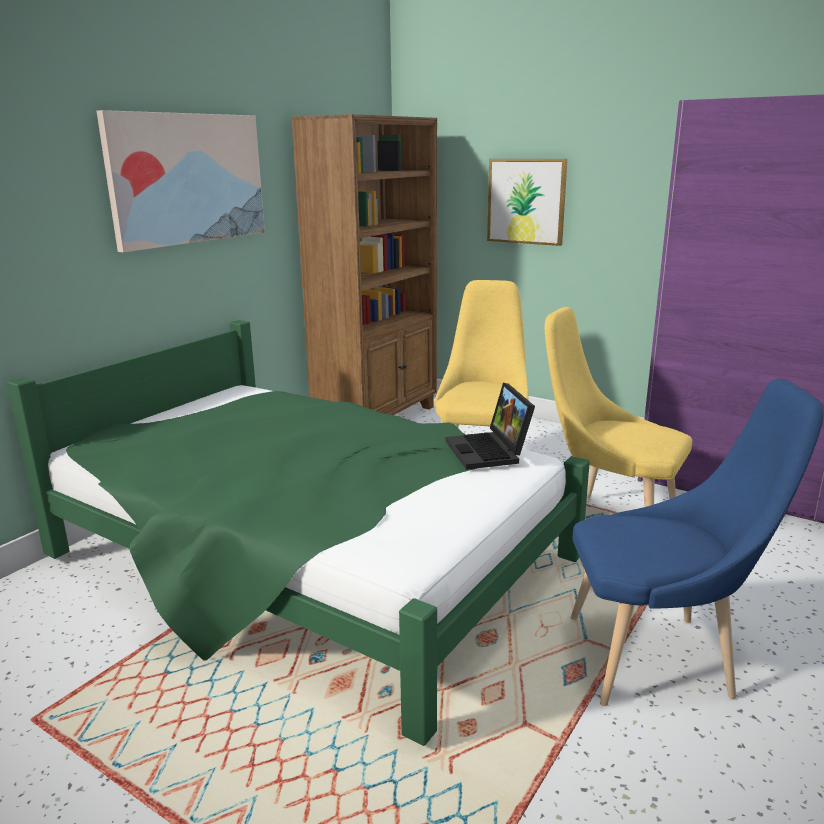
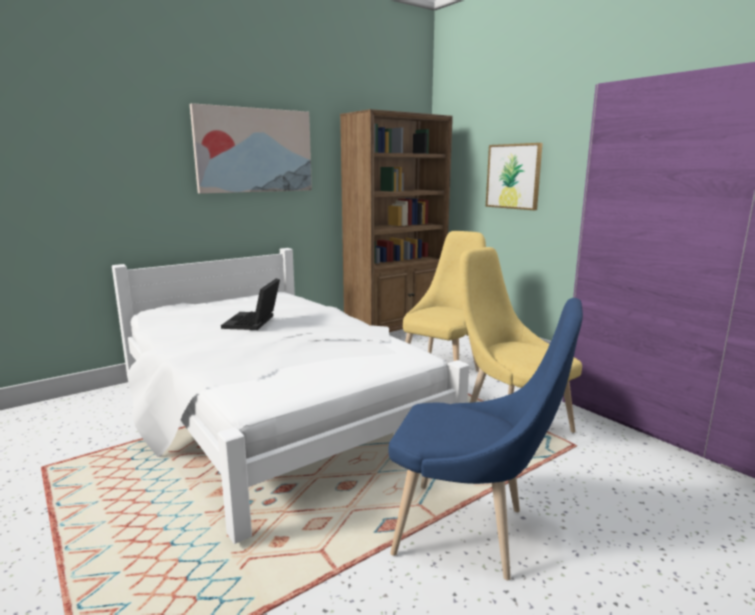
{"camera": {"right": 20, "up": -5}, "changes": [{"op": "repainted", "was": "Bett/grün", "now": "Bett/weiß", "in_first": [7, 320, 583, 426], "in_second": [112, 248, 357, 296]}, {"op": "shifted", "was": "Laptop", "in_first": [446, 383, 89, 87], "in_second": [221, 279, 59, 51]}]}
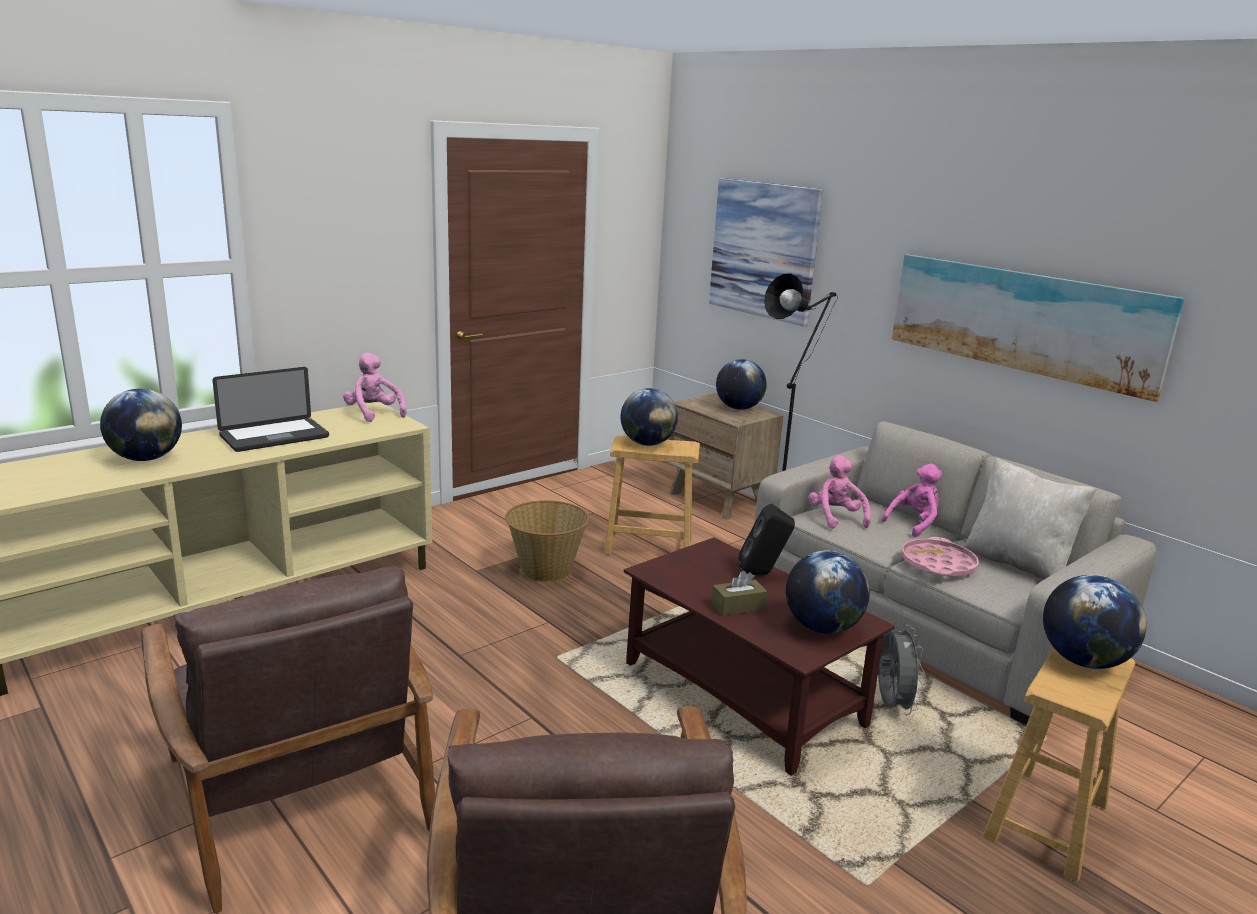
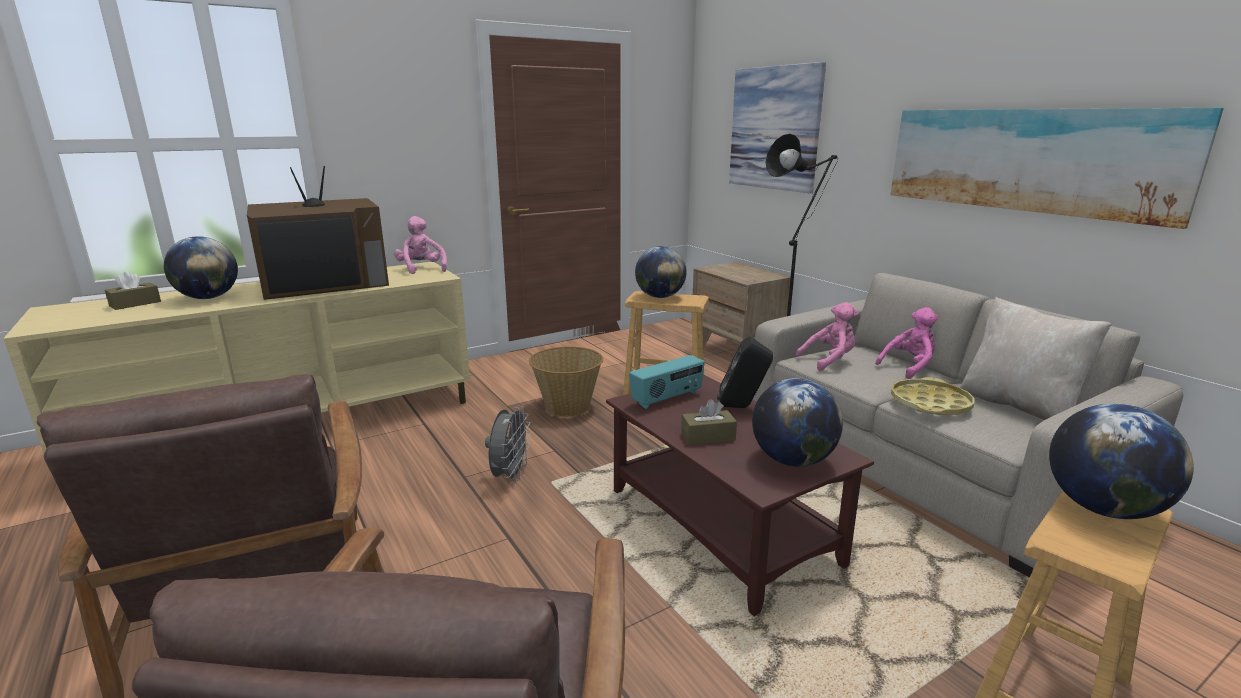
{"camera": {"right": 10, "up": 0}, "changes": [{"op": "new", "now": "Taschentuchbox/braun", "in_second": [105, 271, 56, 39]}, {"op": "swapped", "was": "Laptop", "now": "Fernseher", "in_first": [212, 367, 117, 85], "in_second": [247, 166, 142, 134]}, {"op": "shifted", "was": "Ventilator/grau", "in_first": [878, 625, 47, 90], "in_second": [485, 406, 46, 77]}, {"op": "new", "now": "Radio", "in_second": [629, 355, 76, 54]}, {"op": "rotated", "was": "Plüschtier/rosa", "in_first": [808, 455, 63, 74], "in_second": [796, 302, 62, 69], "clockwise": 75}, {"op": "repainted", "was": "Tablett/rosa", "now": "Tablett/gelb", "in_first": [901, 537, 78, 40], "in_second": [891, 377, 84, 38]}, {"op": "gone", "was": "Globus", "in_first": [716, 359, 51, 51]}]}
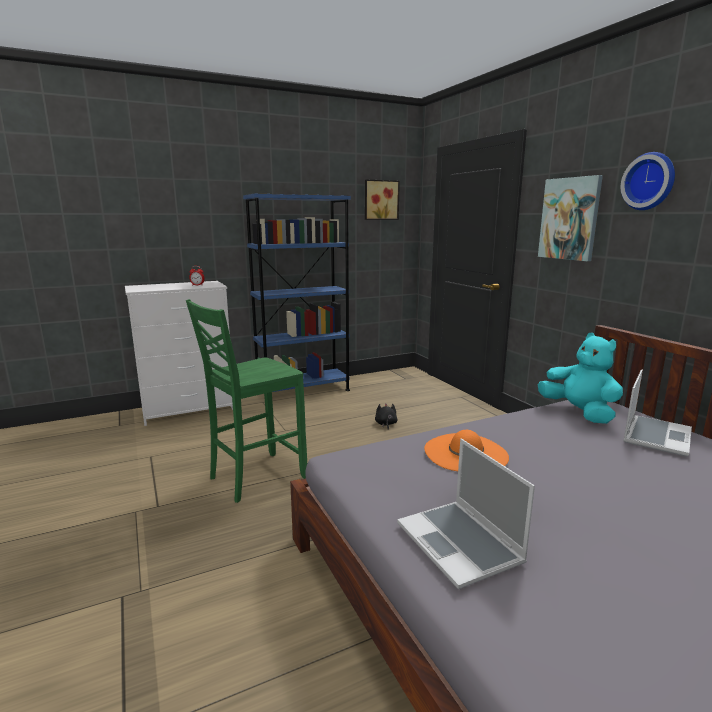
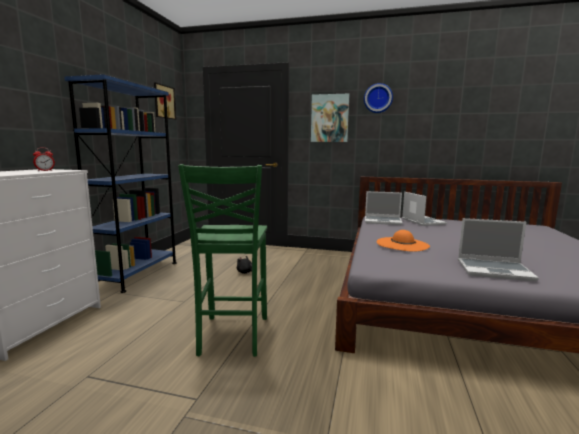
{"camera": {"right": -50, "up": -5}, "changes": [{"op": "swapped", "was": "Plüschtier/türkis", "now": "Laptop", "in_first": [538, 333, 85, 91], "in_second": [365, 191, 38, 34]}]}
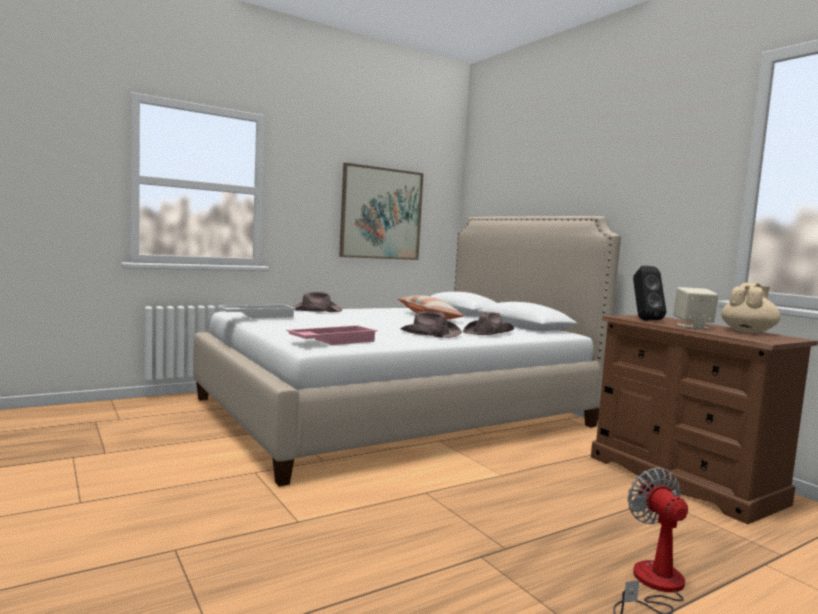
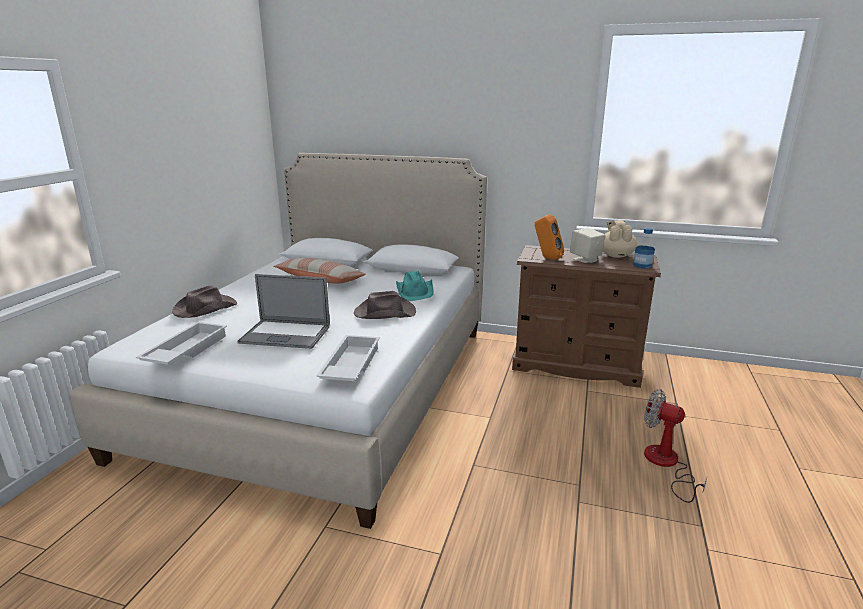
{"camera": {"right": -40, "up": 15}, "changes": [{"op": "new", "now": "Laptop", "in_second": [237, 274, 93, 75]}, {"op": "repainted", "was": "Tablett/rosa", "now": "Tablett/weiß", "in_first": [286, 325, 92, 20], "in_second": [316, 335, 64, 46]}, {"op": "repainted", "was": "Hut/braun", "now": "Hut/türkis", "in_first": [463, 312, 51, 23], "in_second": [396, 271, 38, 30]}, {"op": "repainted", "was": "Lautsprecher/schwarz", "now": "Lautsprecher/orange", "in_first": [633, 266, 33, 54], "in_second": [535, 214, 29, 46]}, {"op": "new", "now": "Flasche", "in_second": [633, 228, 22, 41]}, {"op": "gone", "was": "Bild", "in_first": [339, 163, 85, 97]}]}
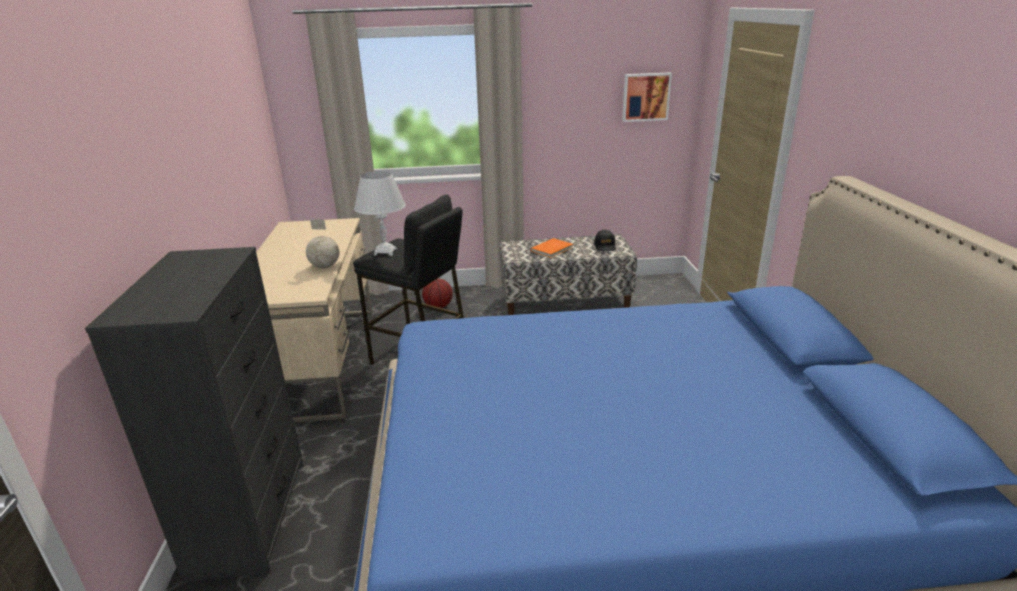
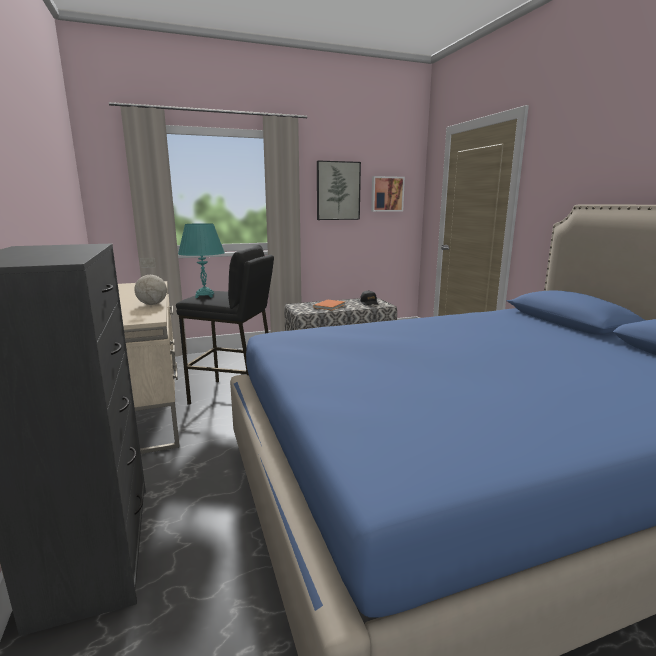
{"camera": {"right": -15, "up": -10}, "changes": [{"op": "repainted", "was": "Tischlampe/weiß", "now": "Tischlampe/türkis", "in_first": [354, 171, 52, 85], "in_second": [178, 223, 47, 75]}, {"op": "new", "now": "Bild", "in_second": [317, 160, 44, 60]}, {"op": "gone", "was": "Basketball", "in_first": [422, 278, 31, 30]}]}
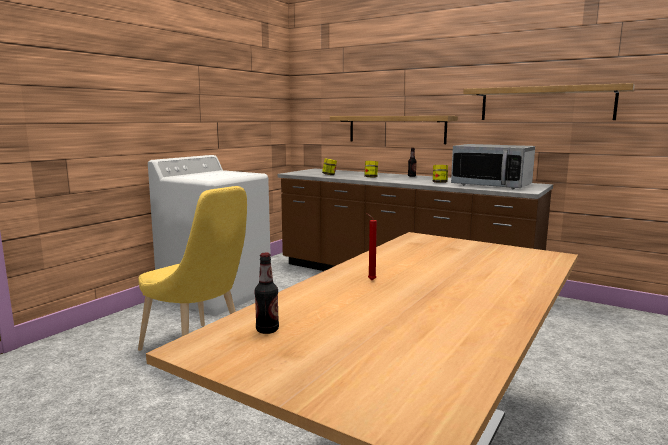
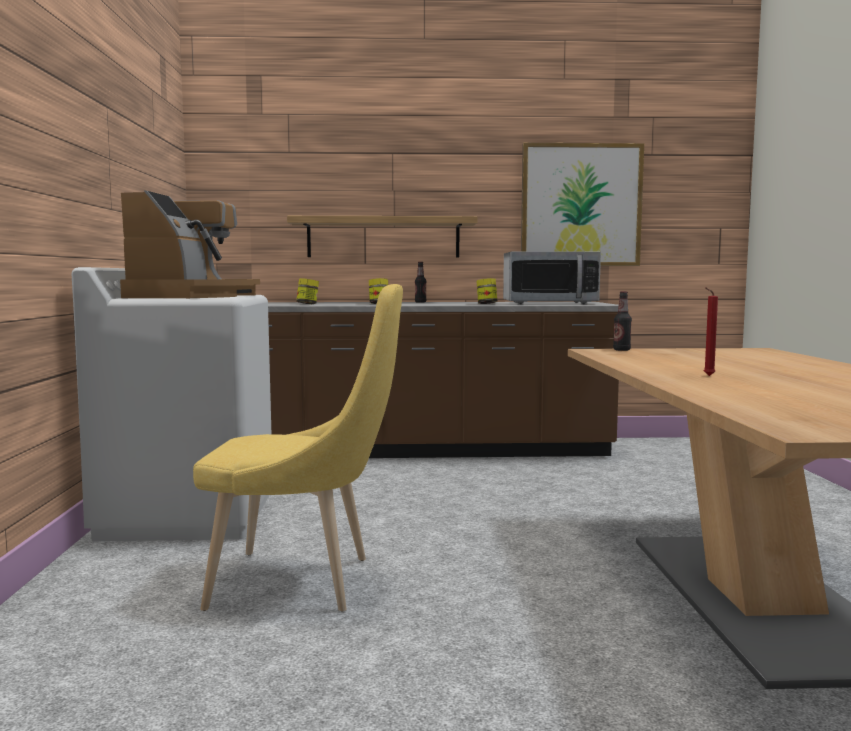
{"camera": {"right": -35, "up": -5}, "changes": [{"op": "new", "now": "Kaffeemaschine", "in_second": [120, 191, 140, 107]}, {"op": "swapped", "was": "Wandregal", "now": "Bild", "in_first": [463, 83, 172, 37], "in_second": [521, 143, 123, 123]}, {"op": "shifted", "was": "Flasche", "in_first": [254, 253, 25, 81], "in_second": [613, 291, 19, 60]}]}
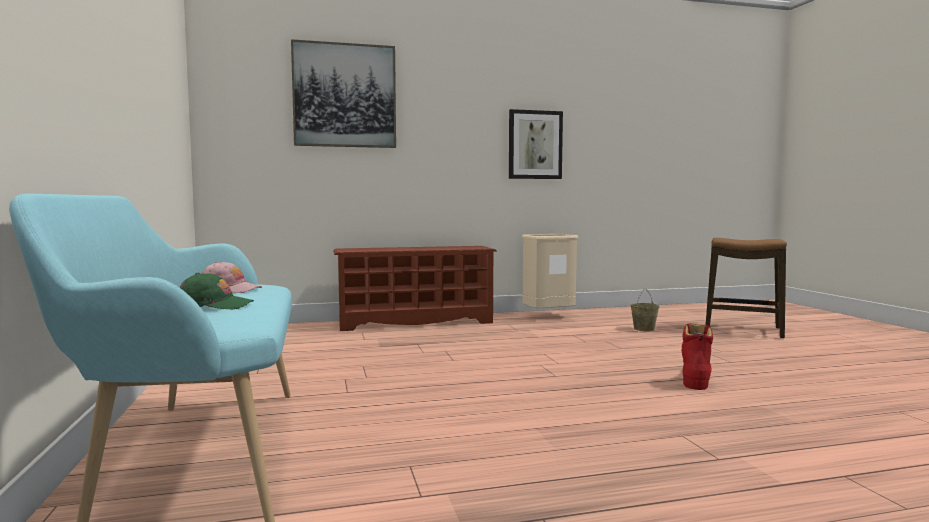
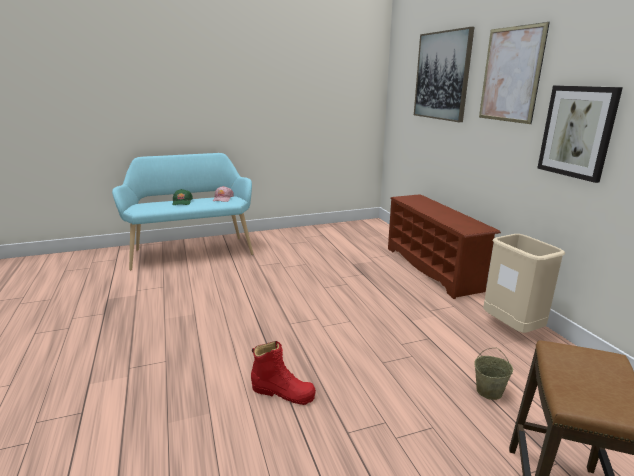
{"camera": {"right": 85, "up": 15}, "changes": [{"op": "new", "now": "Bild", "in_second": [479, 22, 71, 102]}]}
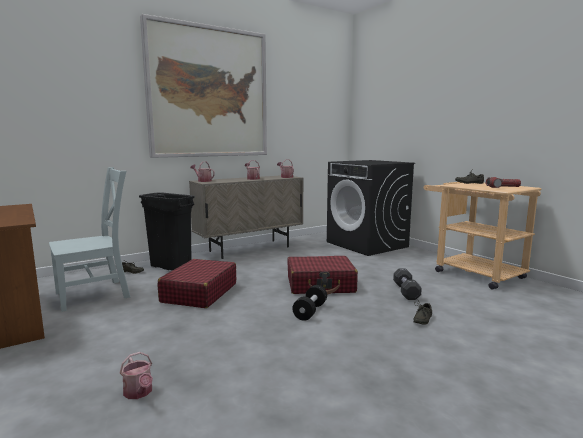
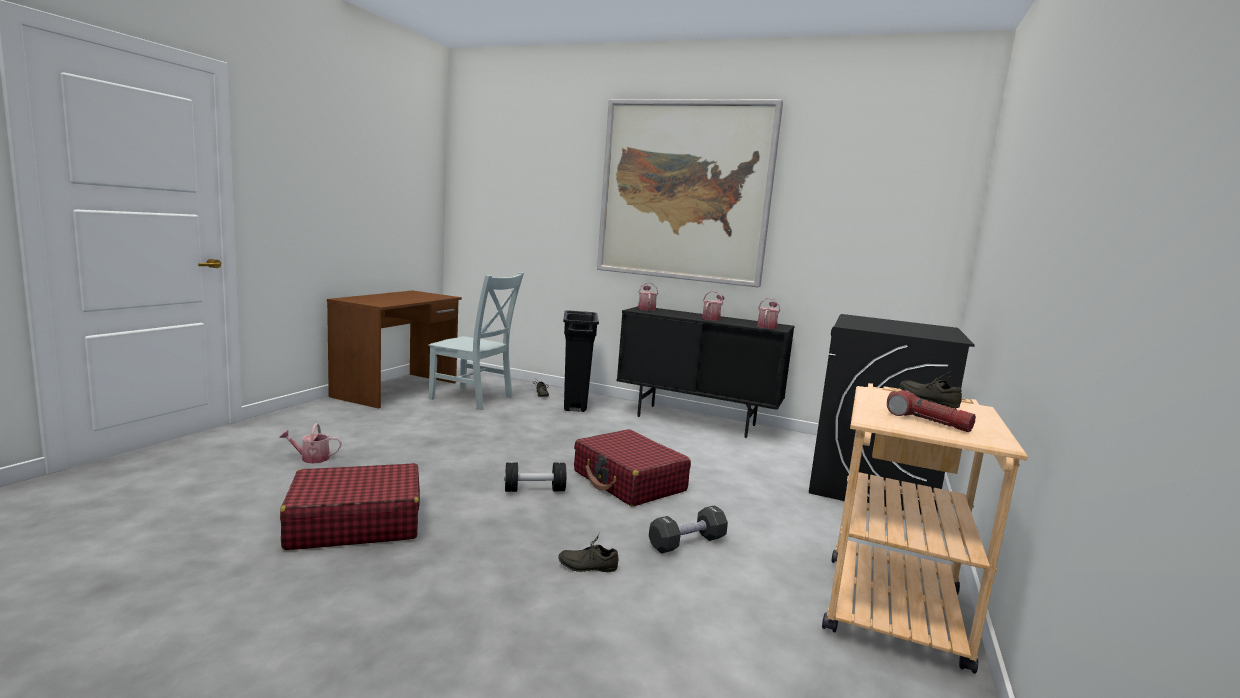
{"camera": {"right": 55, "up": 0}, "changes": [{"op": "rotated", "was": "Gießkanne", "in_first": [120, 352, 33, 47], "in_second": [279, 423, 63, 41], "clockwise": 60}, {"op": "shifted", "was": "Koffer/rot", "in_first": [158, 259, 78, 49], "in_second": [280, 463, 140, 87]}, {"op": "repainted", "was": "Schrank/beige", "now": "Schrank/schwarz", "in_first": [189, 175, 115, 84], "in_second": [617, 306, 177, 132]}]}
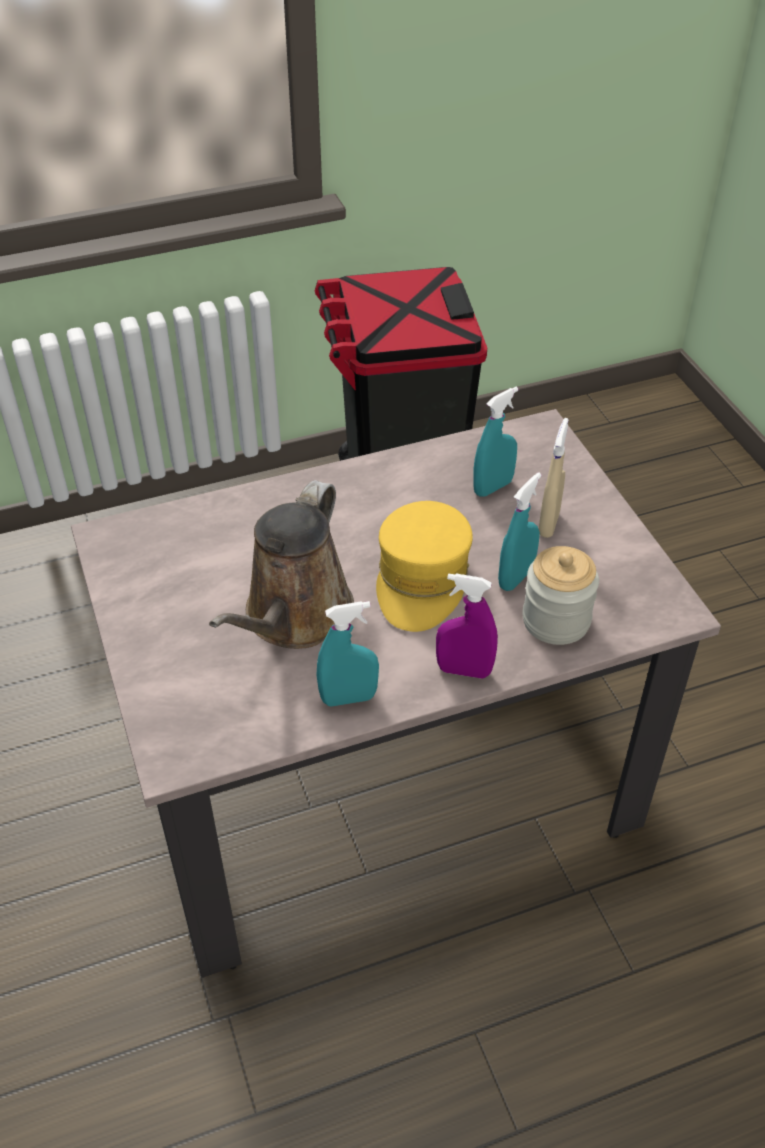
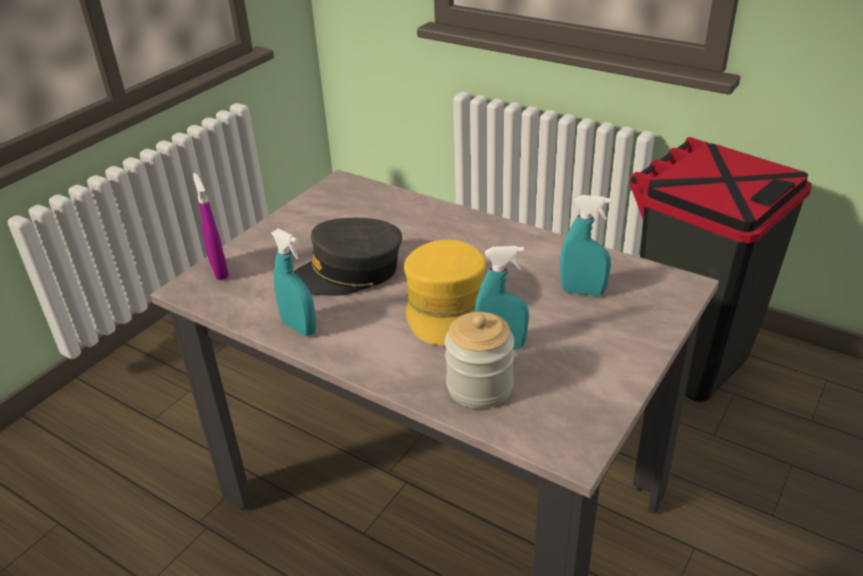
{"camera": {"right": 55, "up": -10}, "changes": [{"op": "shifted", "was": "Sprühflasche/lila", "in_first": [436, 573, 62, 106], "in_second": [193, 173, 36, 107]}, {"op": "swapped", "was": "Gießkanne/braun", "now": "Kappe/grau", "in_first": [209, 480, 145, 169], "in_second": [294, 218, 108, 78]}, {"op": "rotated", "was": "Kappe/gelb", "in_first": [376, 501, 97, 131], "in_second": [404, 240, 82, 105], "clockwise": -60}, {"op": "gone", "was": "Sprühflasche/beige", "in_first": [539, 418, 30, 120]}]}
